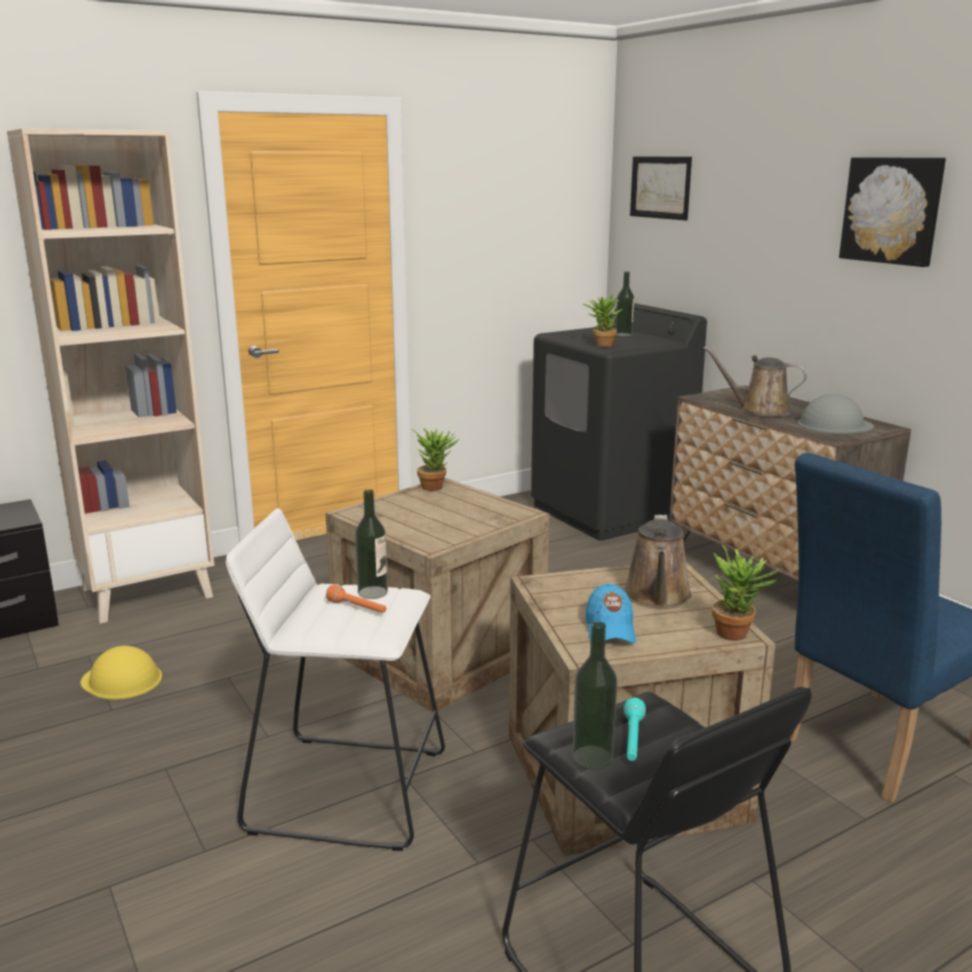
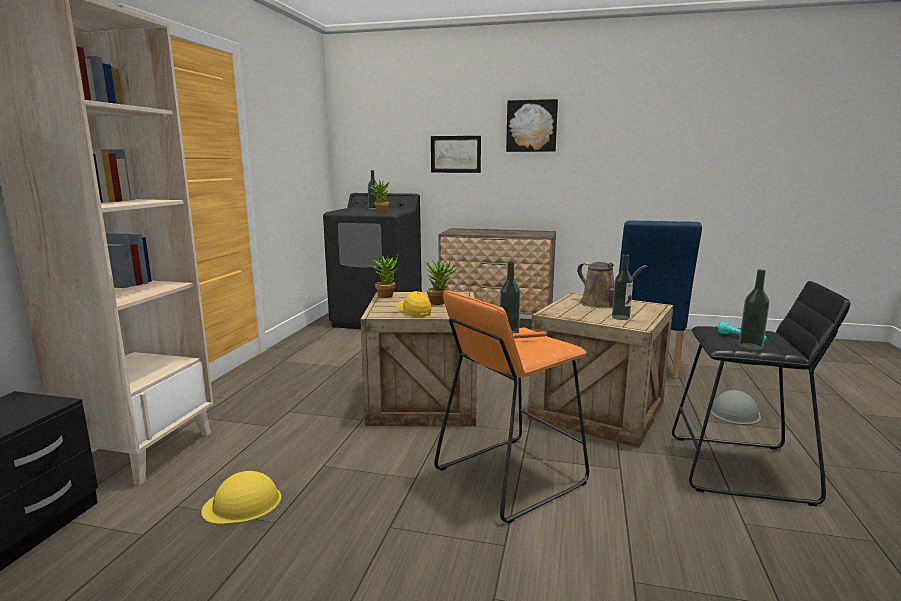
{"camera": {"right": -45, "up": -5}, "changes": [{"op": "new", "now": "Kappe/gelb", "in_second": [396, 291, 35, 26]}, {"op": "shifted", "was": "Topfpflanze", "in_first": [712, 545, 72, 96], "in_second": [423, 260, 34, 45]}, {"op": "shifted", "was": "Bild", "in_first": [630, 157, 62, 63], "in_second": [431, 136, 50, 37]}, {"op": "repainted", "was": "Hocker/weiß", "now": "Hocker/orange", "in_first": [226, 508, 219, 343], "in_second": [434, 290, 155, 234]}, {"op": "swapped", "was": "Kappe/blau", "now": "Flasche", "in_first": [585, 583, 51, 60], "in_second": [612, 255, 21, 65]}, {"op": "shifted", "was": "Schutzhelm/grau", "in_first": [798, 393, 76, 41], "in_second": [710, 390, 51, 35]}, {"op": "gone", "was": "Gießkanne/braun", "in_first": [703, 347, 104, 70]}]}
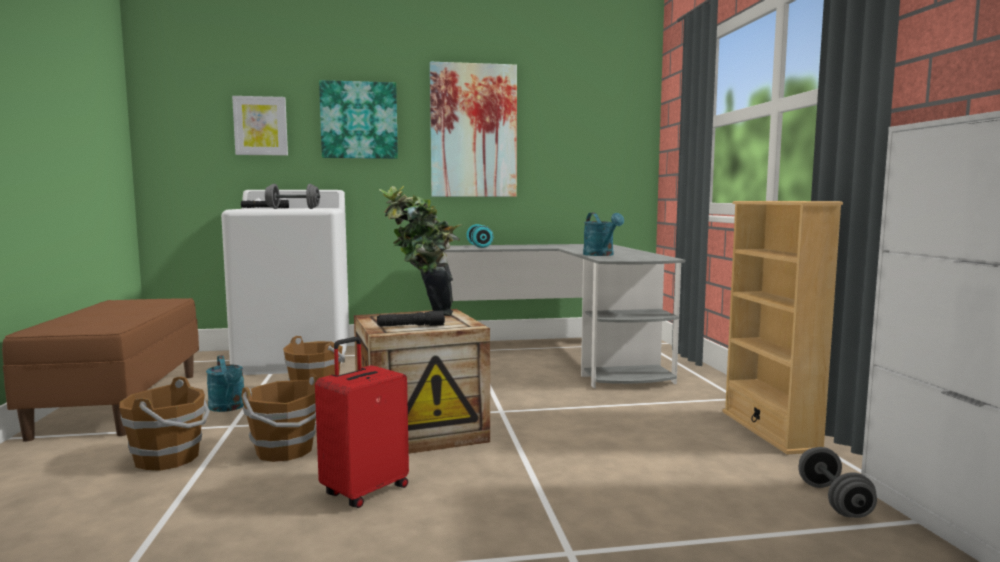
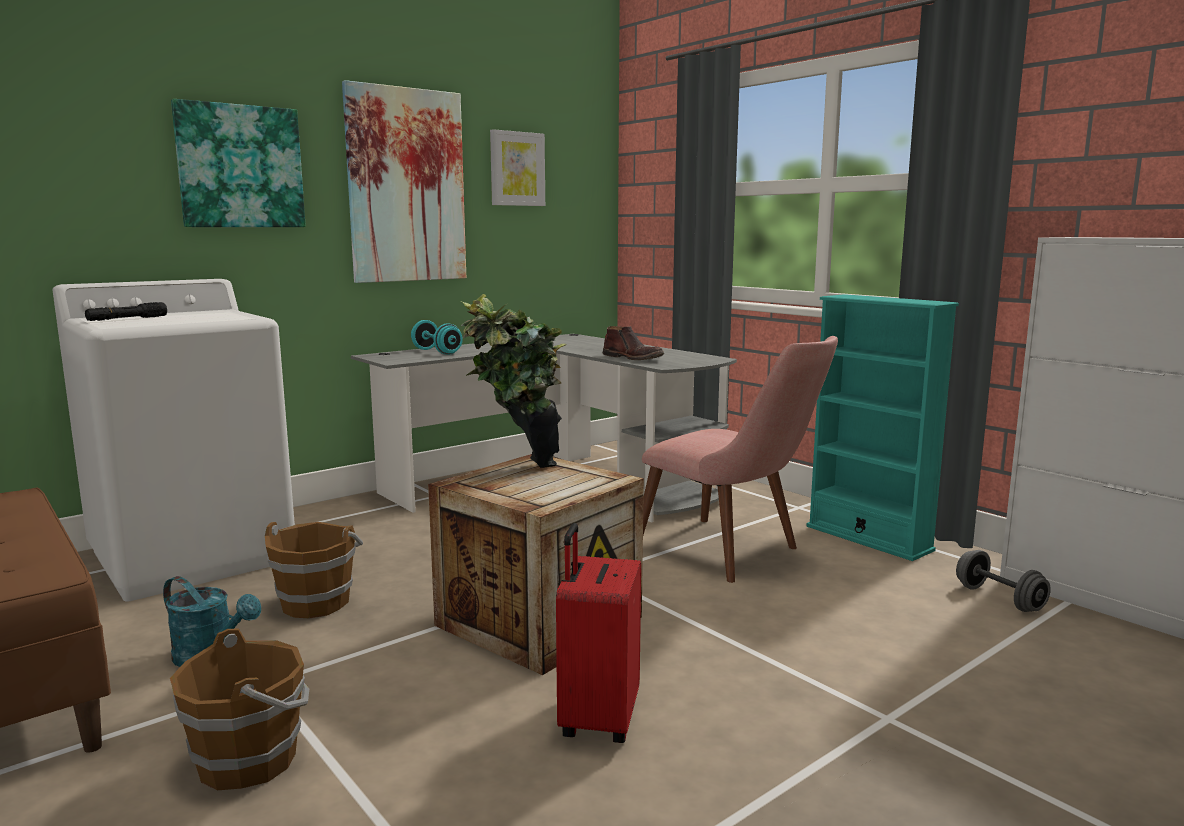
{"camera": {"right": -30, "up": 5}, "changes": [{"op": "shifted", "was": "Bild", "in_first": [232, 96, 56, 60], "in_second": [490, 129, 55, 77]}, {"op": "swapped", "was": "Gießkanne/türkis", "now": "Stiefel/braun", "in_first": [583, 213, 41, 43], "in_second": [603, 326, 61, 34]}, {"op": "new", "now": "Stuhl/rosa", "in_second": [642, 336, 196, 247]}, {"op": "repainted", "was": "Bücherregal/beige", "now": "Bücherregal/türkis", "in_first": [722, 201, 121, 254], "in_second": [806, 294, 153, 267]}, {"op": "gone", "was": "Eimer/braun", "in_first": [241, 374, 77, 88]}, {"op": "gone", "was": "Hantel/grau", "in_first": [265, 184, 55, 25]}, {"op": "gone", "was": "Taschenlampe/schwarz", "in_first": [377, 311, 68, 16]}]}
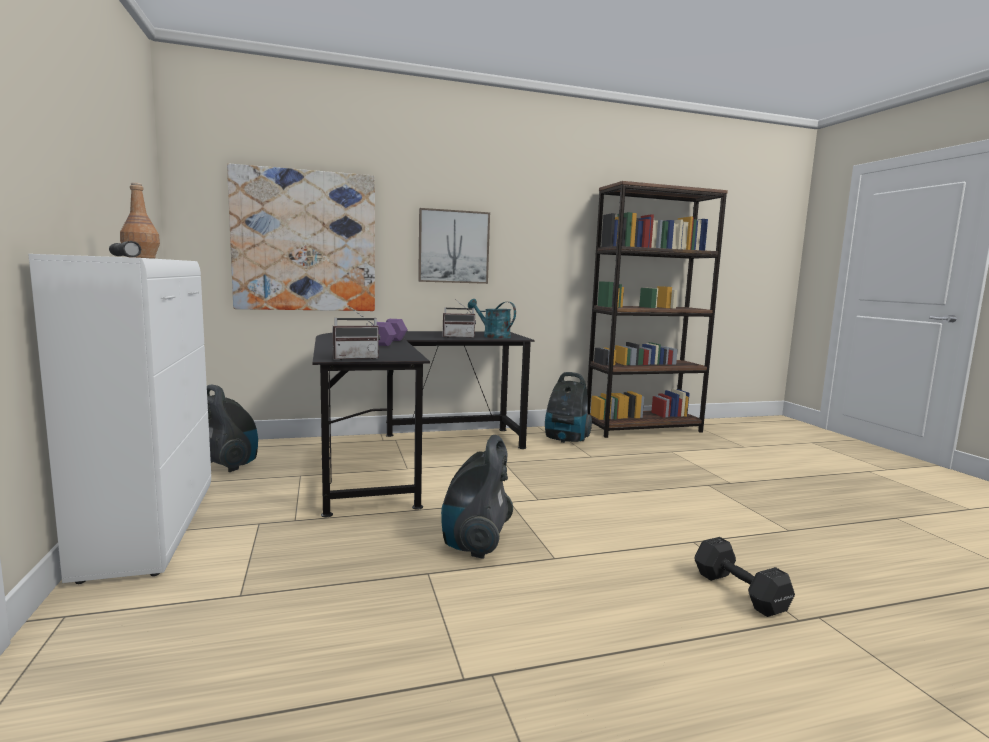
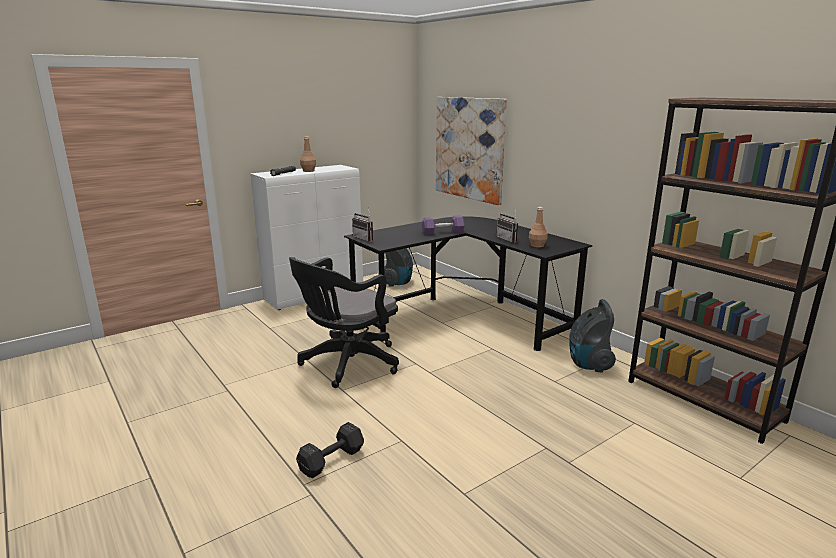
{"camera": {"right": 70, "up": 10}, "changes": [{"op": "swapped", "was": "Staubsauger", "now": "Bürostuhl/schwarz", "in_first": [441, 435, 72, 124], "in_second": [289, 257, 110, 131]}, {"op": "swapped", "was": "Gießkanne/türkis", "now": "Flasche/braun", "in_first": [468, 299, 48, 40], "in_second": [529, 207, 18, 40]}, {"op": "gone", "was": "Bild", "in_first": [418, 208, 72, 76]}]}
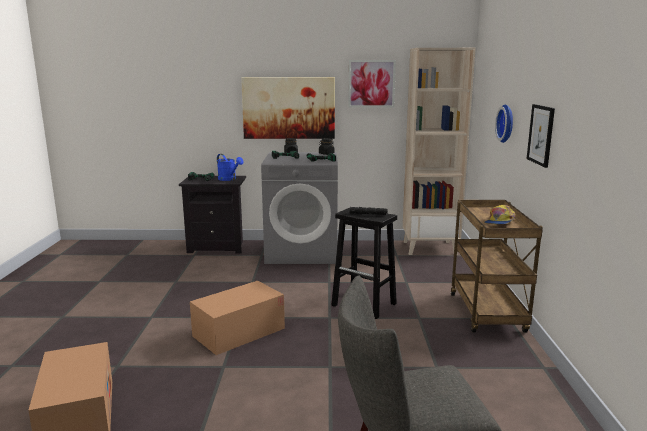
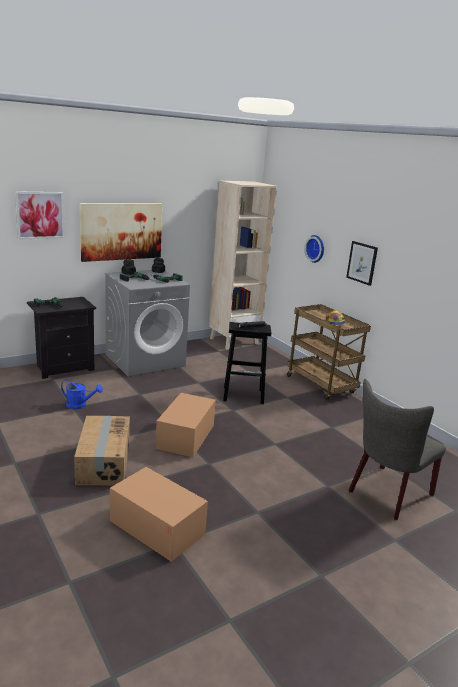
{"camera": {"right": -35, "up": 5}, "changes": [{"op": "shifted", "was": "Bild", "in_first": [348, 60, 48, 48], "in_second": [15, 191, 50, 49]}, {"op": "shifted", "was": "Gießkanne/blau", "in_first": [217, 154, 27, 27], "in_second": [61, 380, 42, 29]}, {"op": "new", "now": "Karton", "in_second": [74, 416, 56, 70]}]}
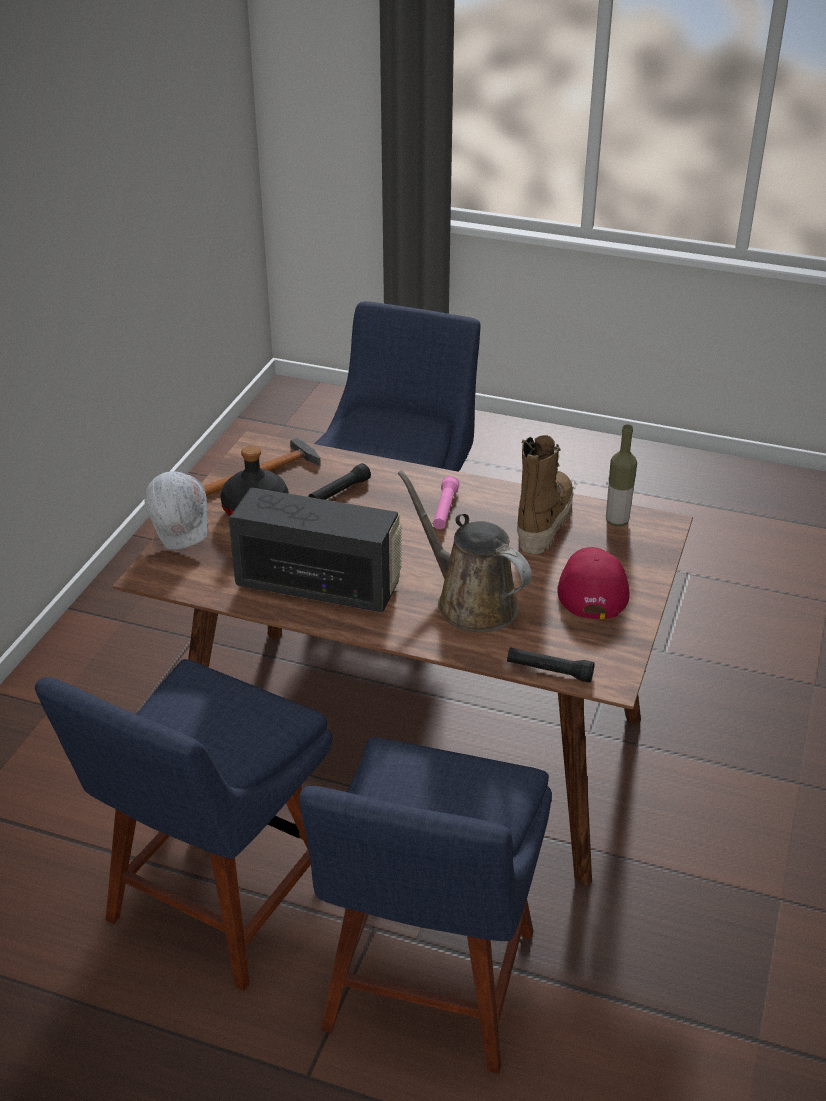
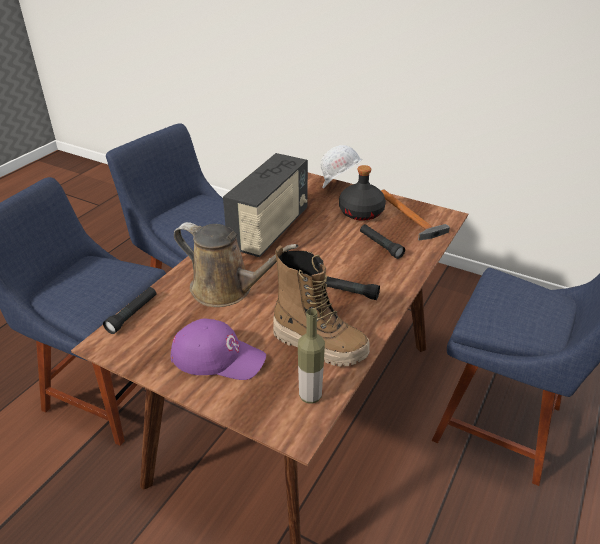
{"camera": {"right": 100, "up": 0}, "changes": [{"op": "repainted", "was": "Kappe/rot", "now": "Kappe/lila", "in_first": [557, 547, 73, 72], "in_second": [170, 318, 96, 62]}, {"op": "rotated", "was": "Gießkanne/braun", "in_first": [398, 470, 134, 162], "in_second": [174, 222, 124, 85], "clockwise": 60}, {"op": "repainted", "was": "Taschenlampe/rosa", "now": "Taschenlampe/schwarz", "in_first": [433, 476, 26, 53], "in_second": [325, 276, 55, 24]}]}
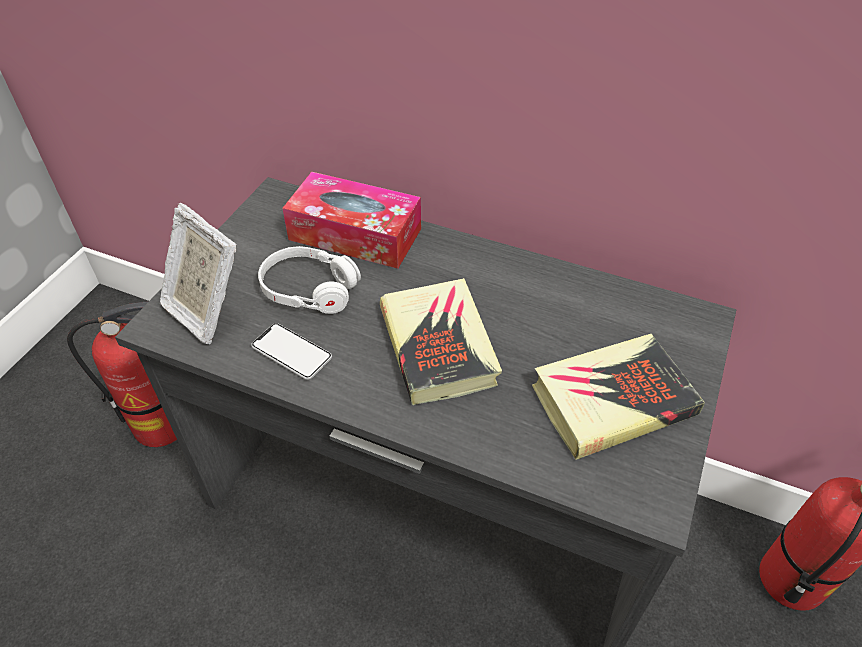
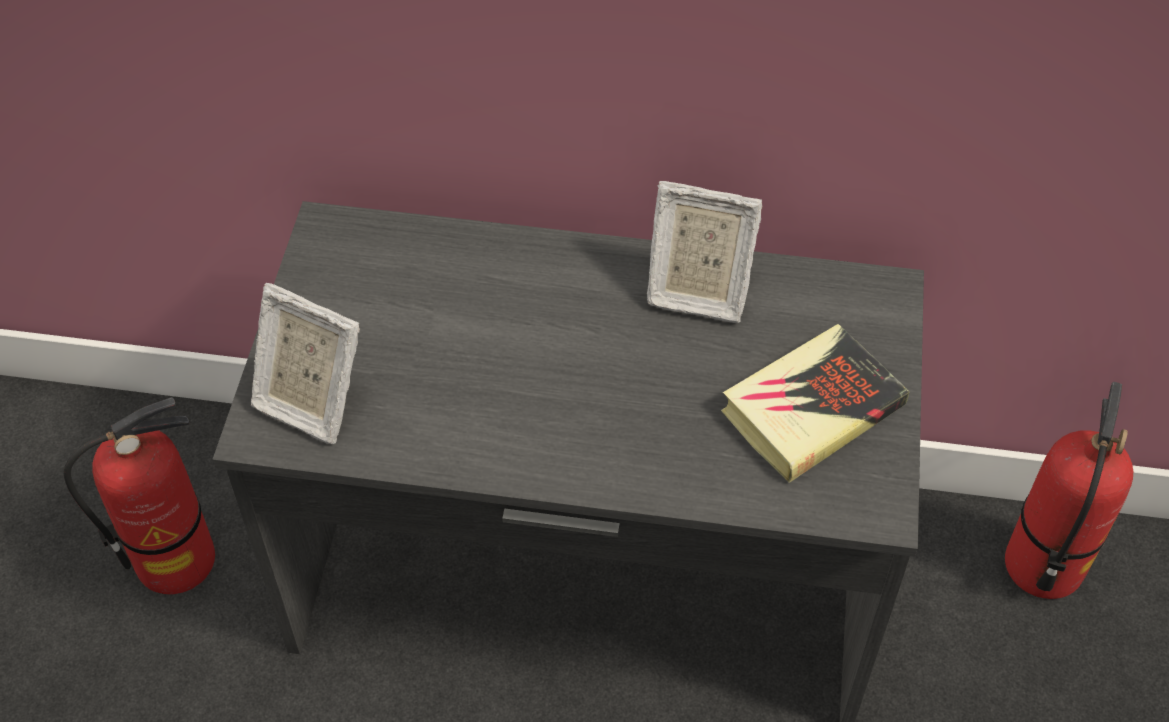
{"camera": {"right": -15, "up": 5}, "changes": [{"op": "new", "now": "Bilderrahmen", "in_second": [647, 181, 115, 142]}, {"op": "gone", "was": "Handy", "in_first": [251, 323, 81, 57]}, {"op": "gone", "was": "Kopfhörer/weiß", "in_first": [258, 246, 103, 68]}, {"op": "gone", "was": "Taschentuchbox", "in_first": [282, 172, 139, 97]}, {"op": "gone", "was": "Buch", "in_first": [380, 278, 122, 127]}]}
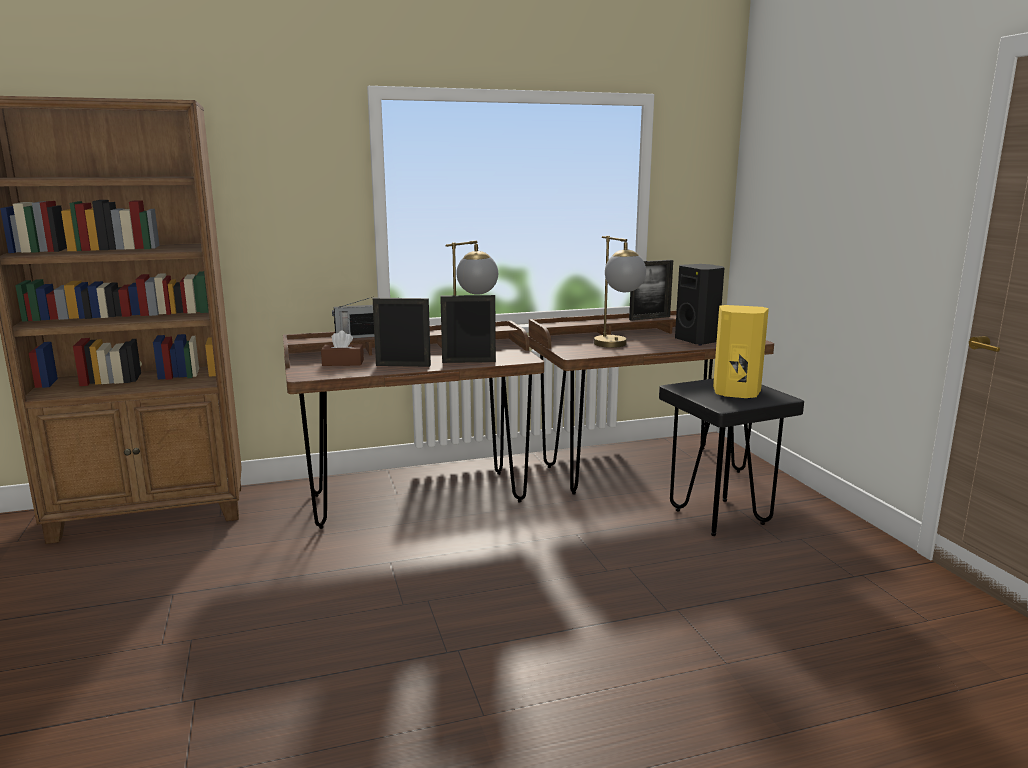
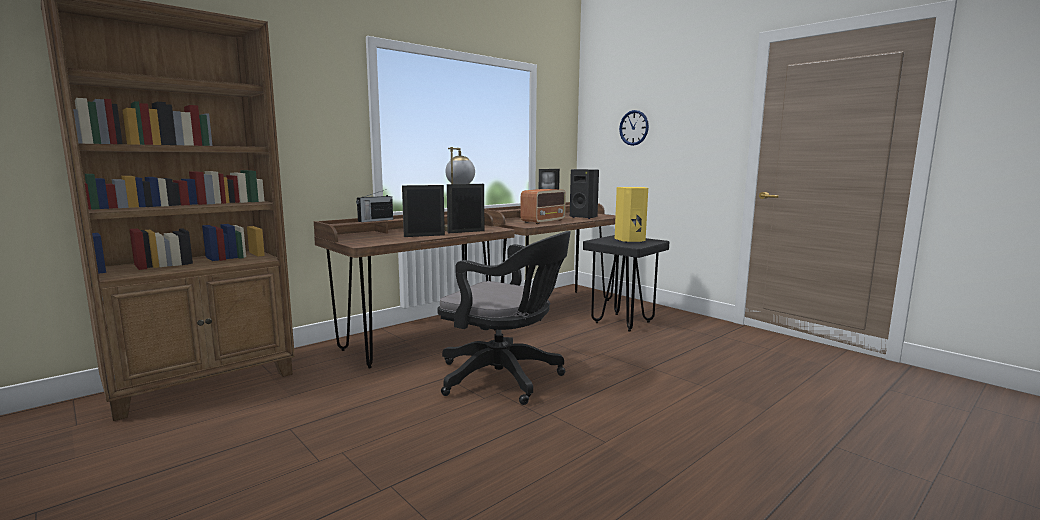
{"camera": {"right": -25, "up": -5}, "changes": [{"op": "new", "now": "Bürostuhl/schwarz", "in_second": [438, 231, 133, 174]}, {"op": "swapped", "was": "Tischlampe", "now": "Radio", "in_first": [594, 236, 52, 112], "in_second": [520, 189, 46, 35]}, {"op": "new", "now": "Wanduhr", "in_second": [619, 110, 30, 36]}, {"op": "gone", "was": "Taschentuchbox/braun", "in_first": [321, 330, 43, 36]}]}
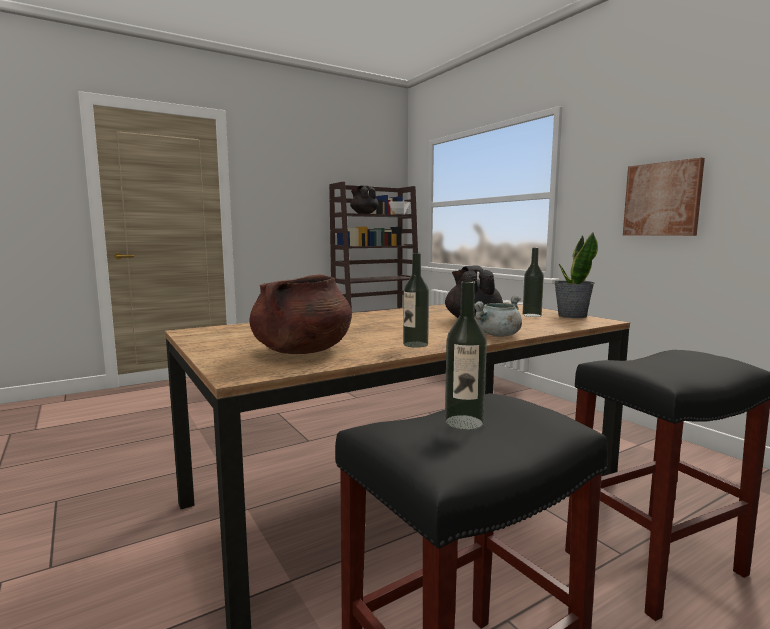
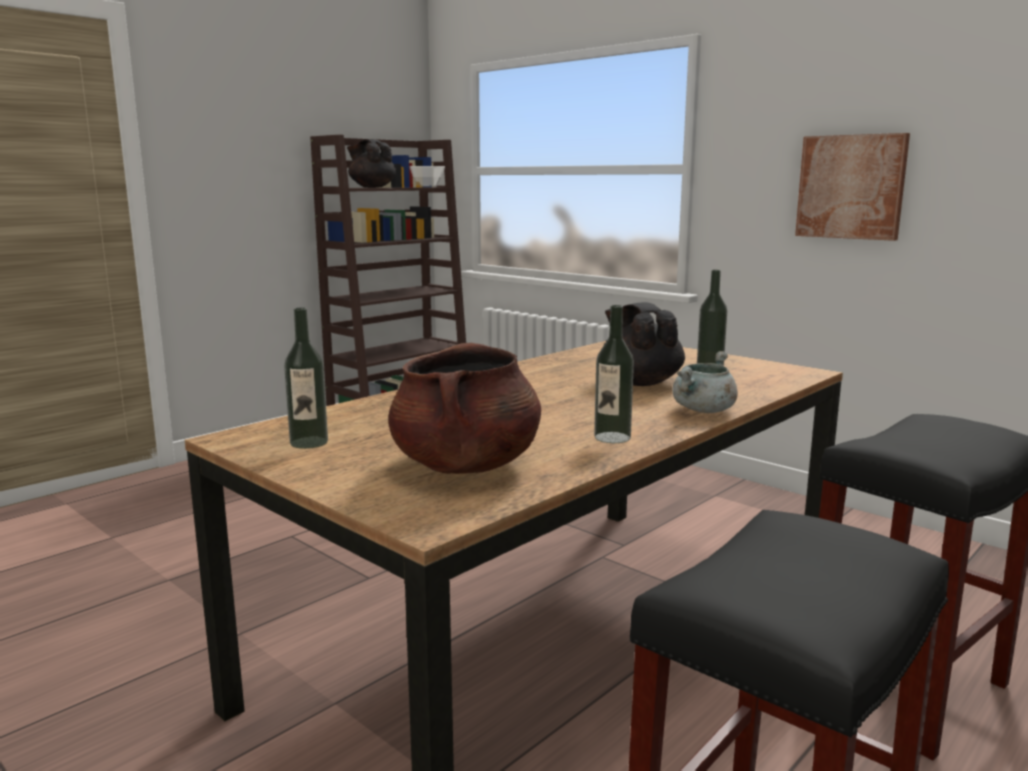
{"camera": {"right": -15, "up": 5}, "changes": [{"op": "shifted", "was": "Flasche", "in_first": [445, 281, 42, 149], "in_second": [284, 308, 44, 141]}, {"op": "gone", "was": "Topfpflanze", "in_first": [554, 233, 44, 85]}]}
